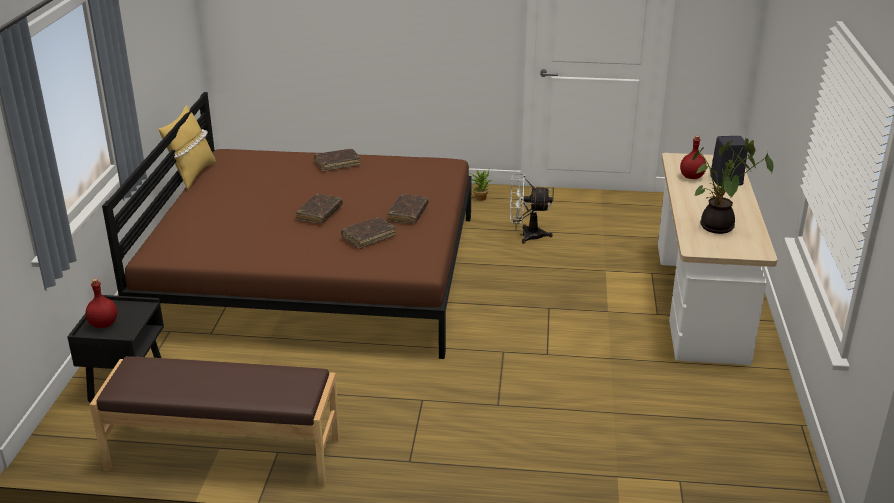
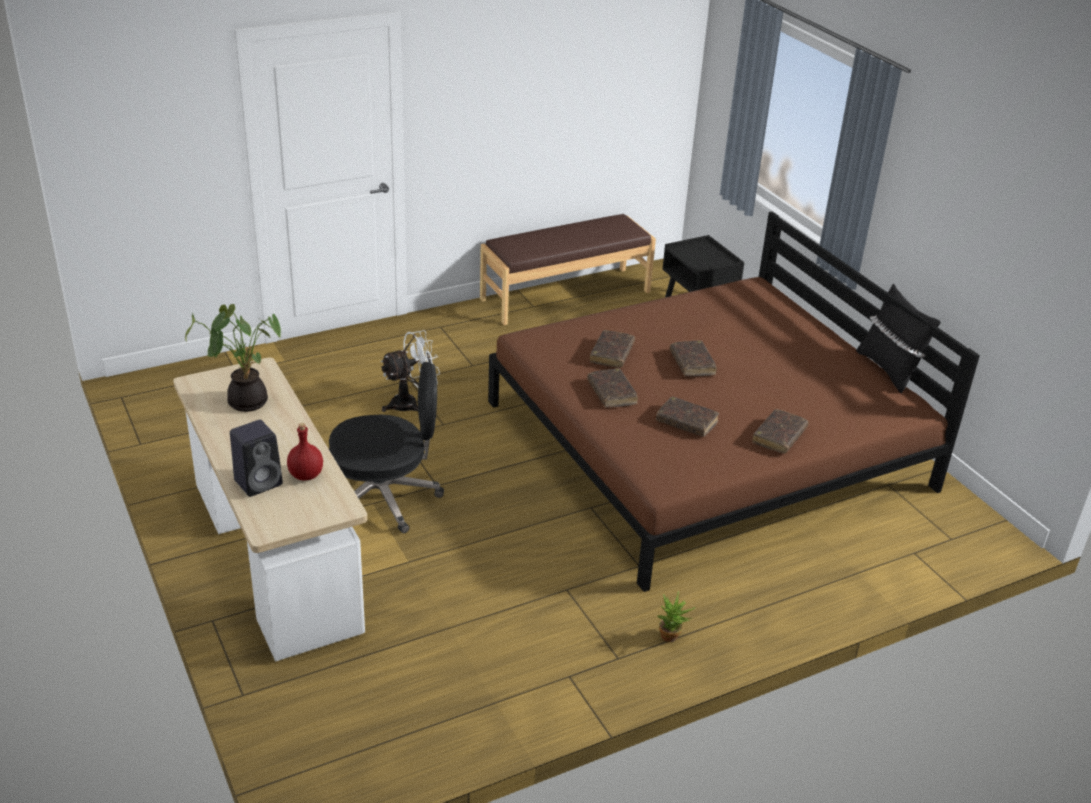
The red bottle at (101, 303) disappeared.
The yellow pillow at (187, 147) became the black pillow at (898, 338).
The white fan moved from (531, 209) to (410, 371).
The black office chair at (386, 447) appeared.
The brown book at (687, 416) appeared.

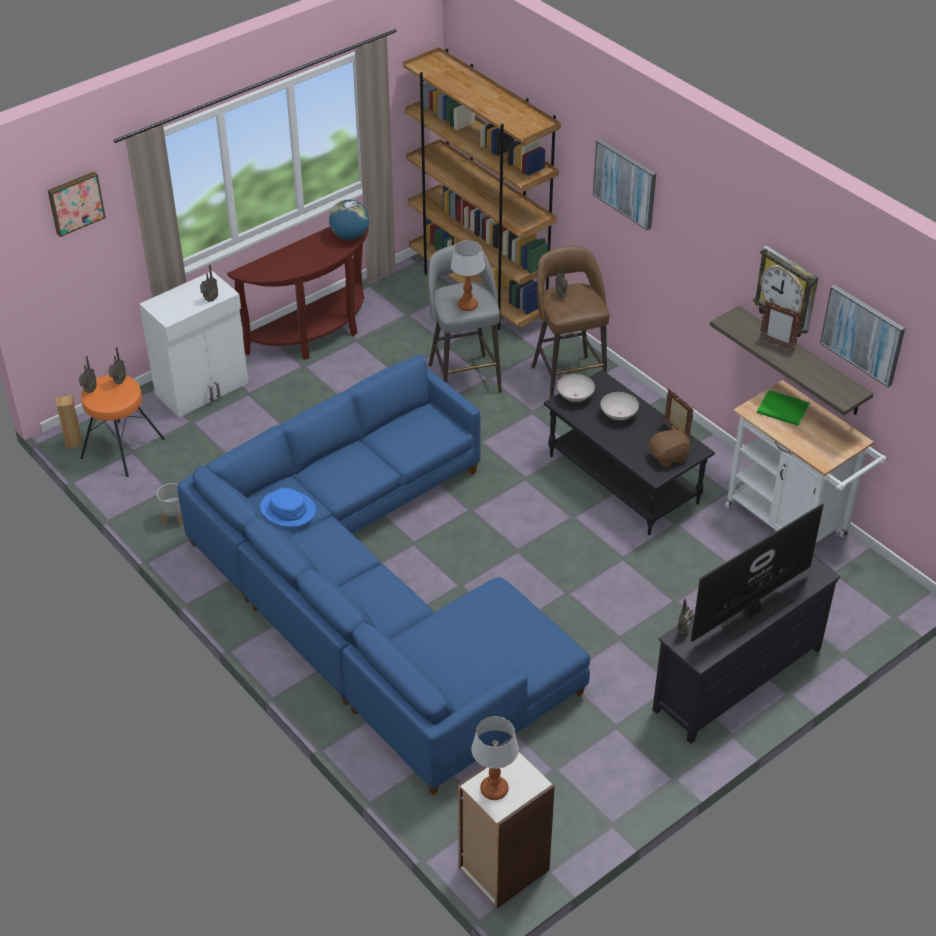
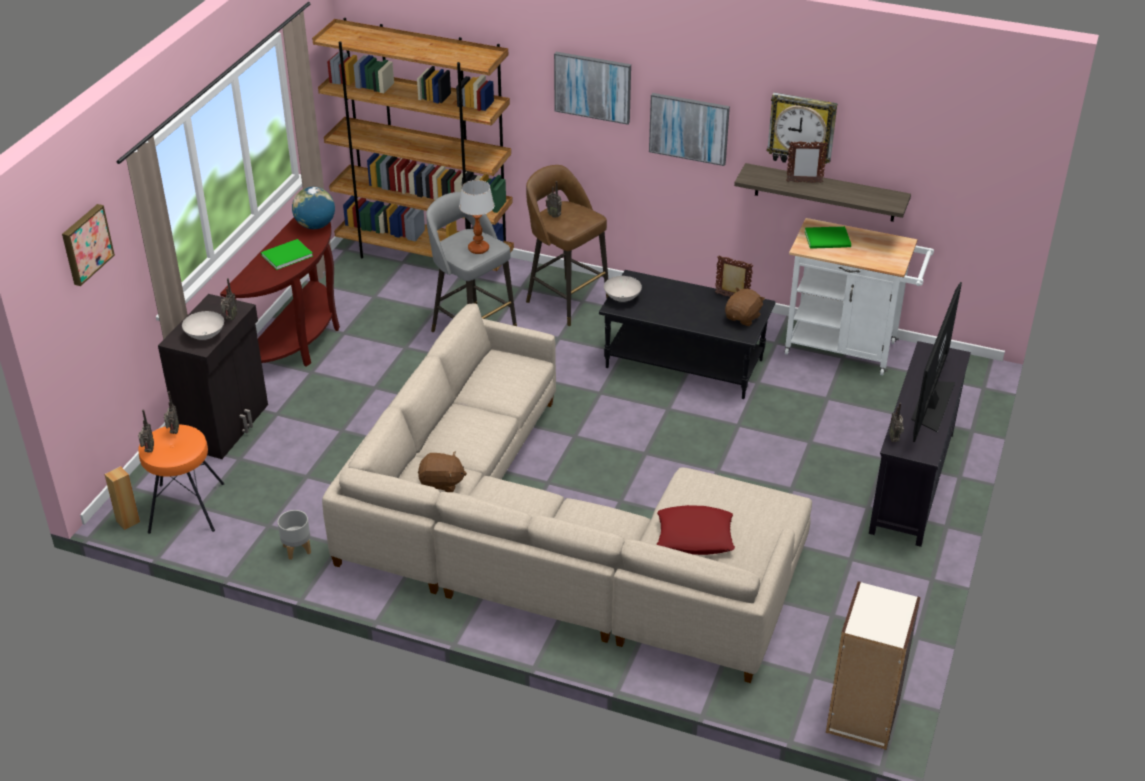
The white cabinet at (193, 344) became the black cabinet at (213, 376).
The blue sofa at (383, 575) became the beige sofa at (567, 493).
The blue hat at (288, 507) was replaced by the brown plush toy at (442, 471).
The table lamp at (495, 758) disappeared.
The white bowl moved from (619, 406) to (203, 325).
The picture moved from (862, 336) to (689, 129).
The green book at (287, 254) appeared.
The red pillow at (695, 530) appeared.

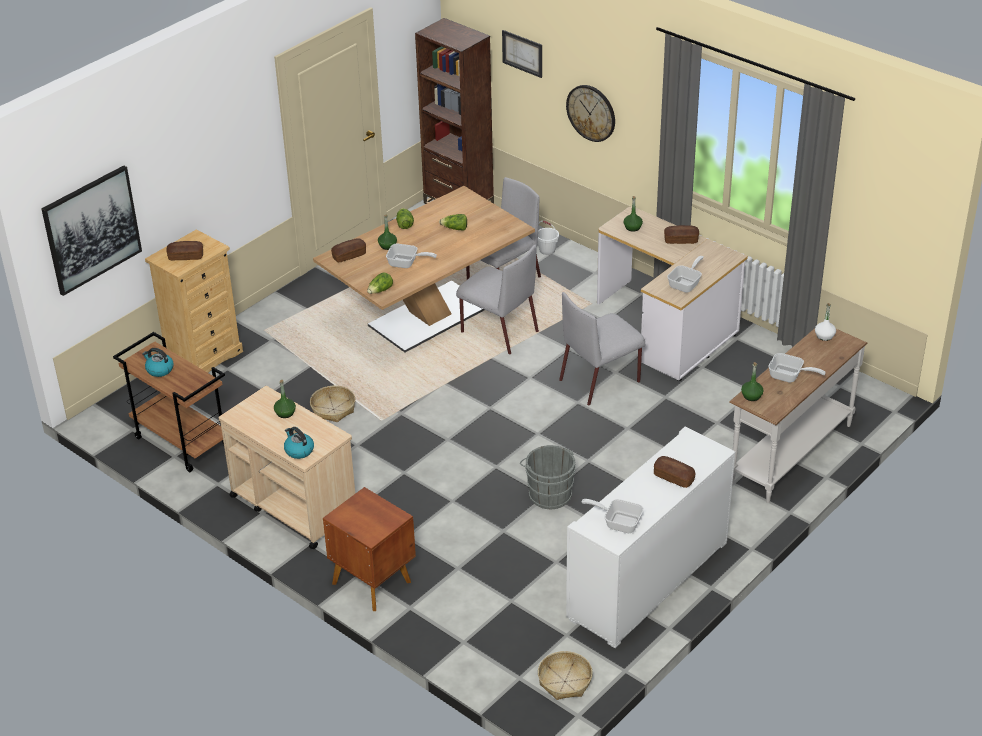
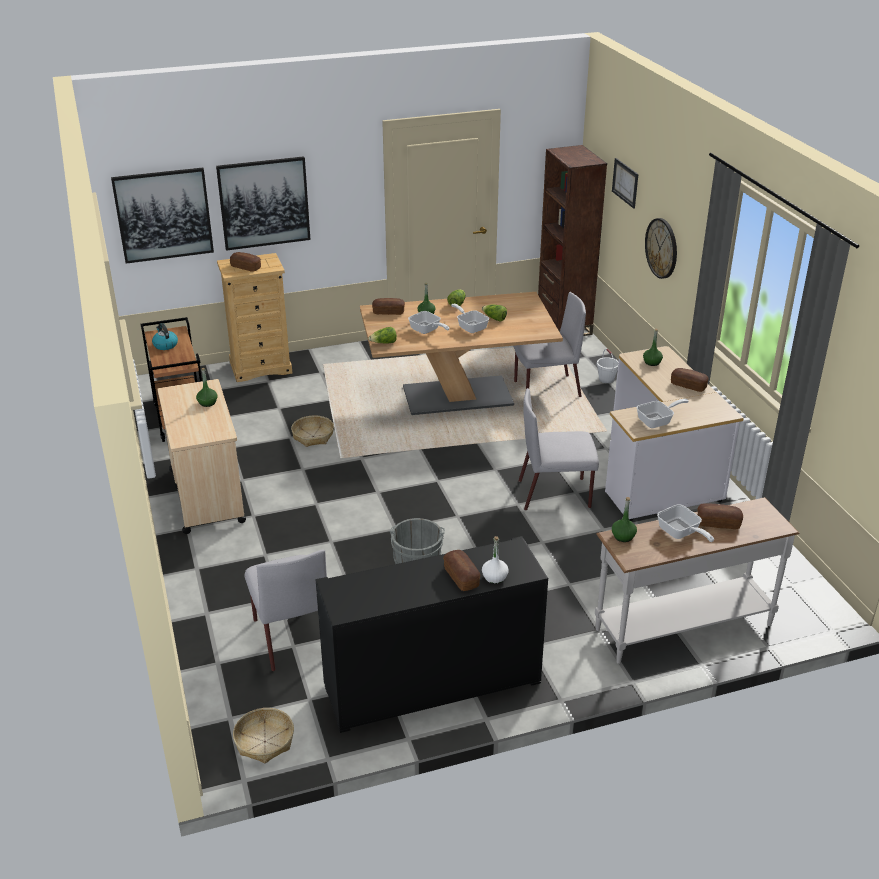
The kettle at (299, 443) disappeared.
The brown nightstand at (369, 549) disappeared.
The grey chair moved from (497, 300) to (285, 610).
The white cabinet at (650, 537) became the black cabinet at (431, 634).
The frying pan moved from (612, 516) to (470, 318).
The white bottle moved from (825, 322) to (495, 560).
The picture at (263, 203) appeared.
The bread at (720, 516) appeared.

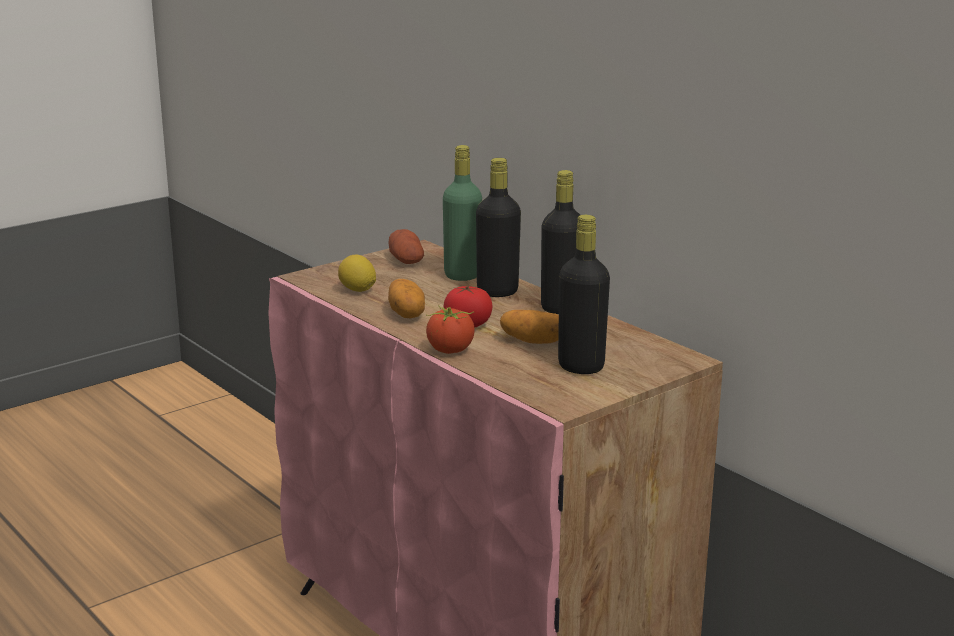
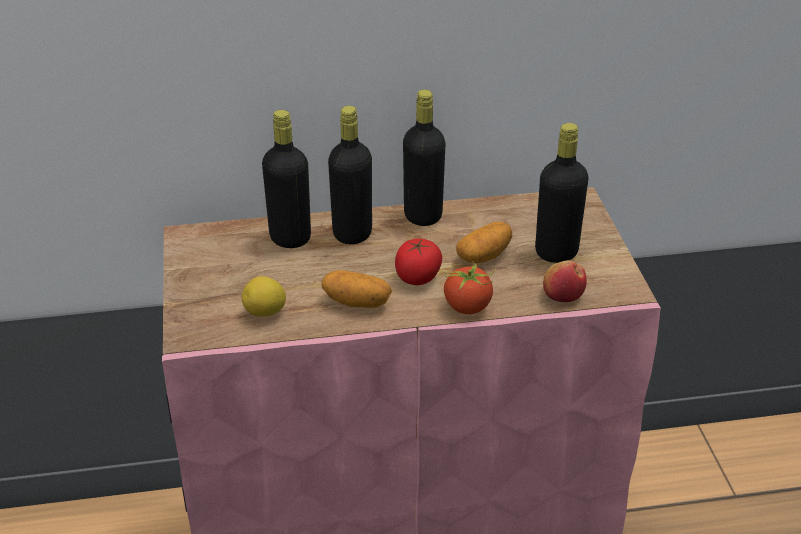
The potato at (406, 246) disappeared.
The green bottle at (462, 213) became the black bottle at (286, 179).
The apple at (565, 281) appeared.

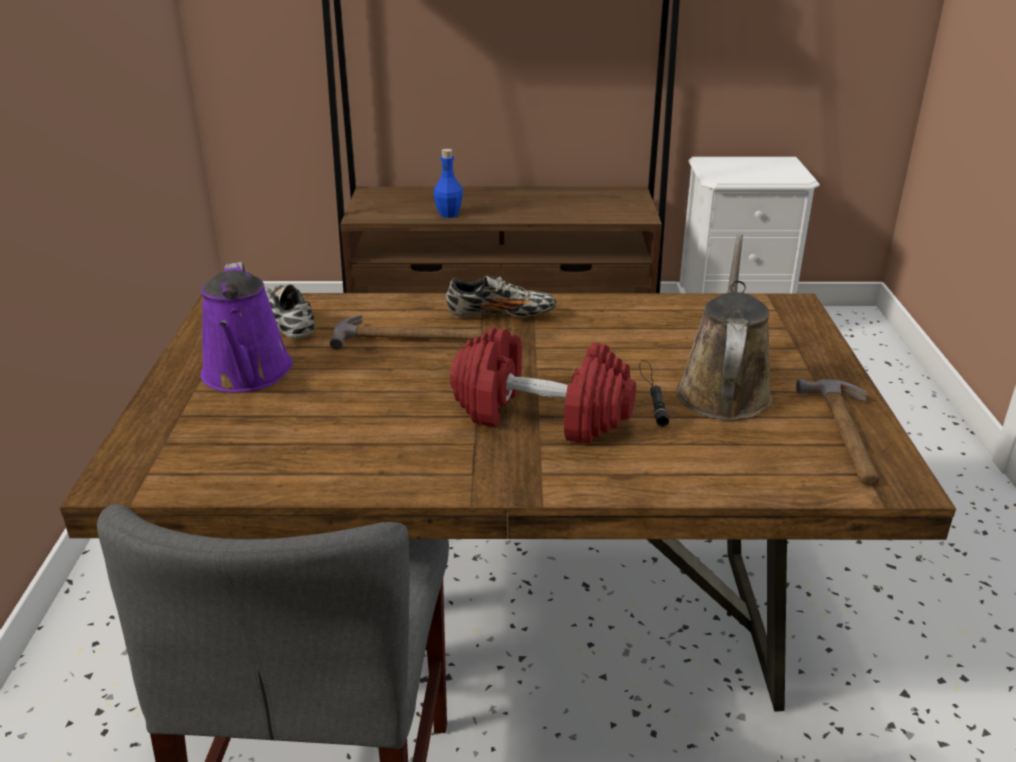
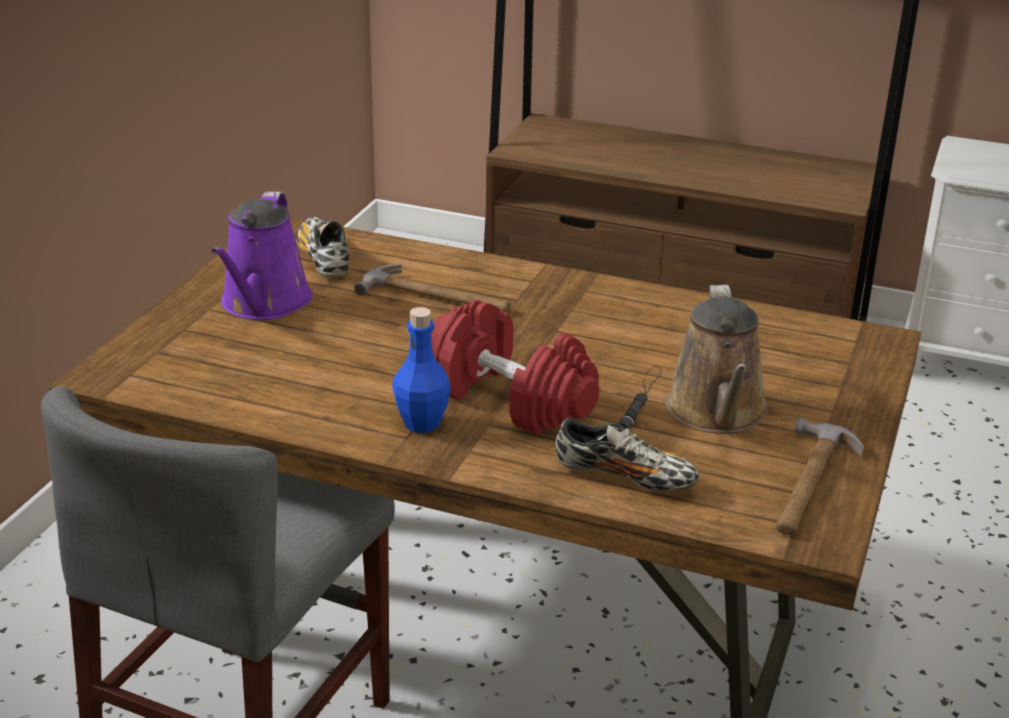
The blue bottle moved from (448, 183) to (421, 370).
The shoe moved from (501, 296) to (627, 454).
The brown watering can at (724, 327) turned 150 degrees clockwise.

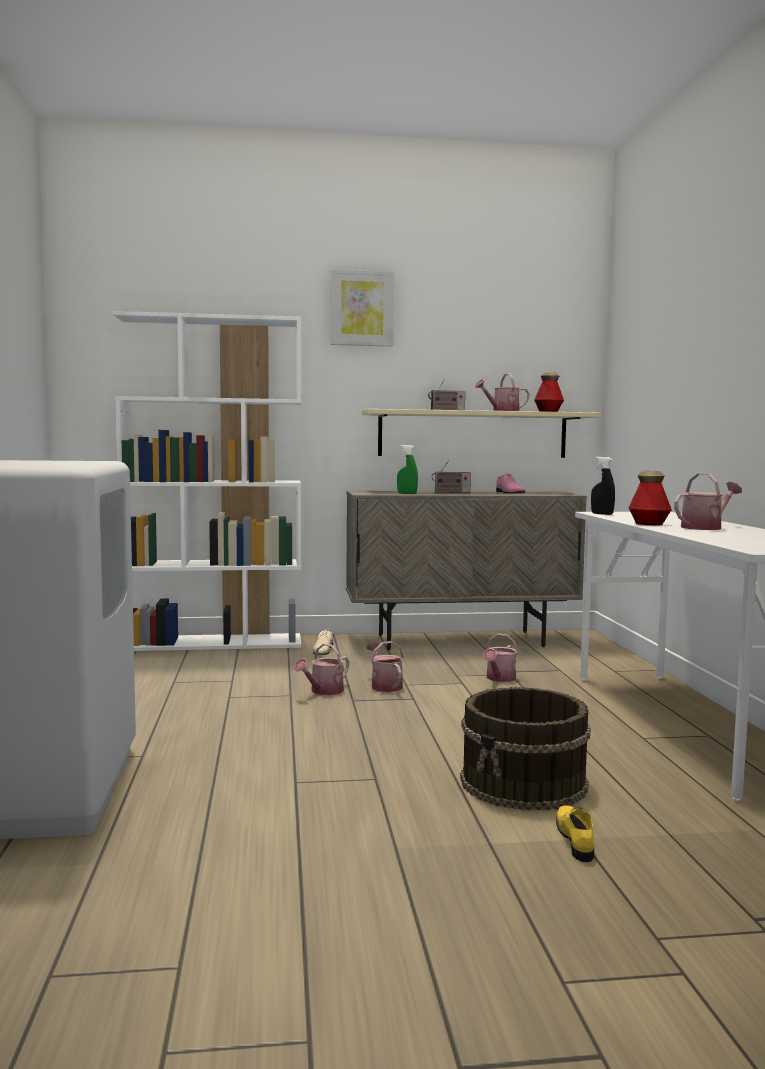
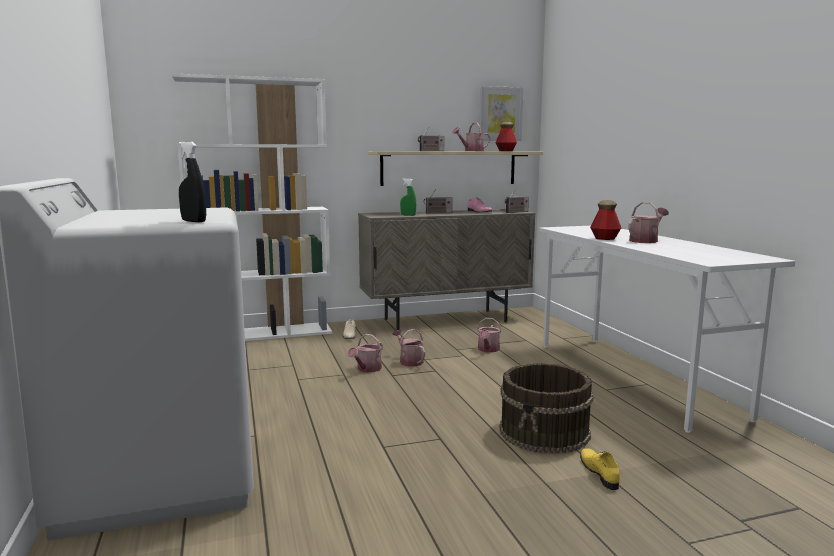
The picture moved from (362, 307) to (501, 113).
The black spray bottle moved from (603, 485) to (192, 182).
The radio at (517, 201) appeared.

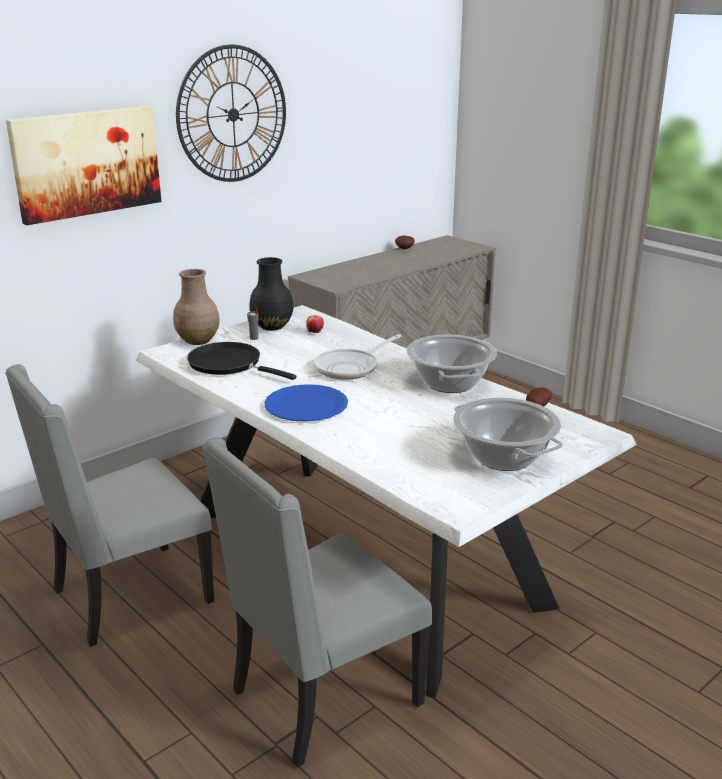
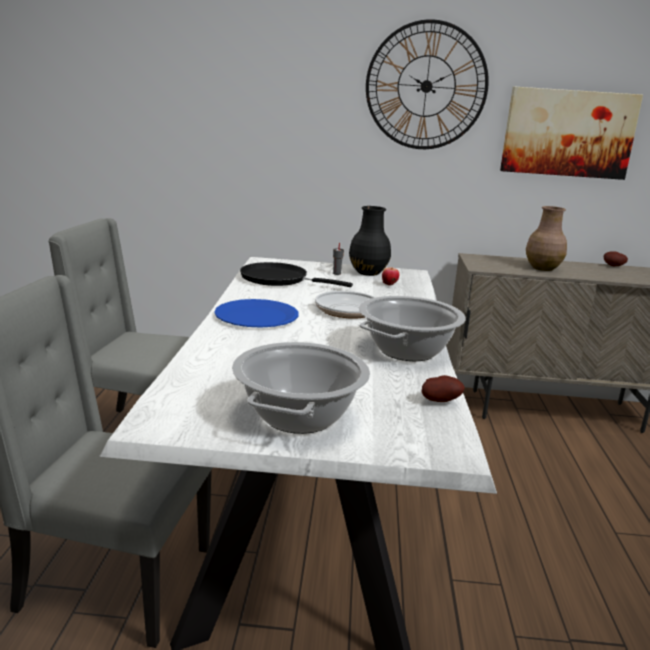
The picture moved from (83, 165) to (571, 133).
The brown vase moved from (196, 307) to (546, 238).
The black frying pan at (242, 361) turned 60 degrees counterclockwise.

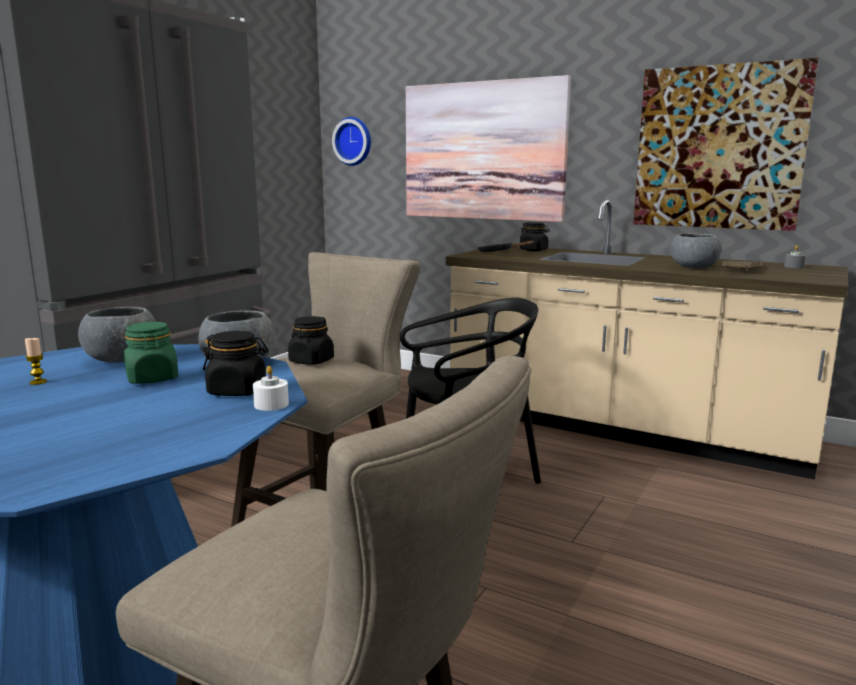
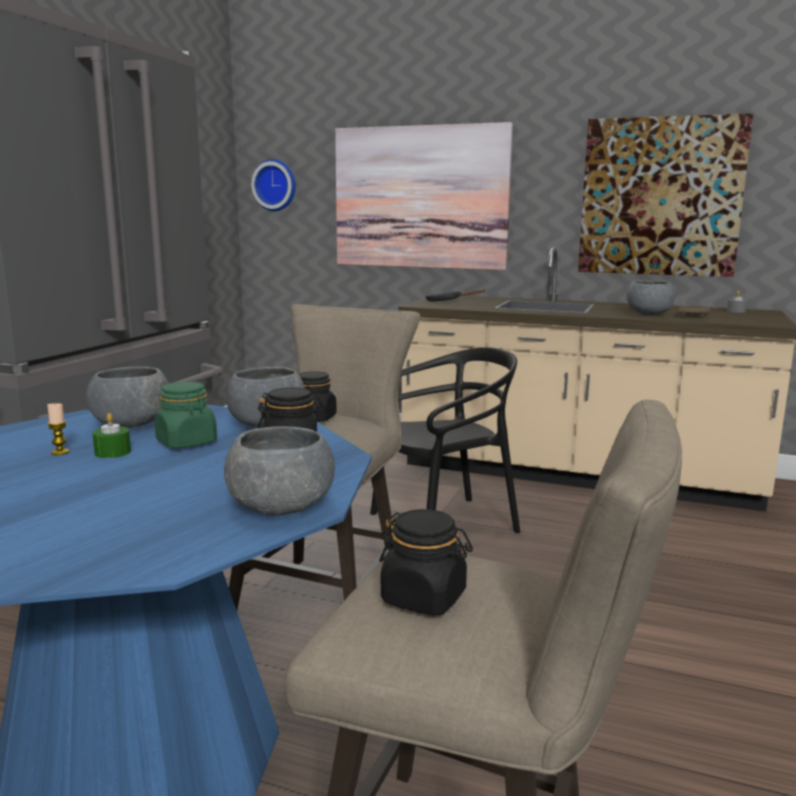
The white candle at (271, 388) disappeared.
The black jar moved from (535, 236) to (426, 562).
The green candle at (112, 435) appeared.
The grey bowl at (279, 470) appeared.

